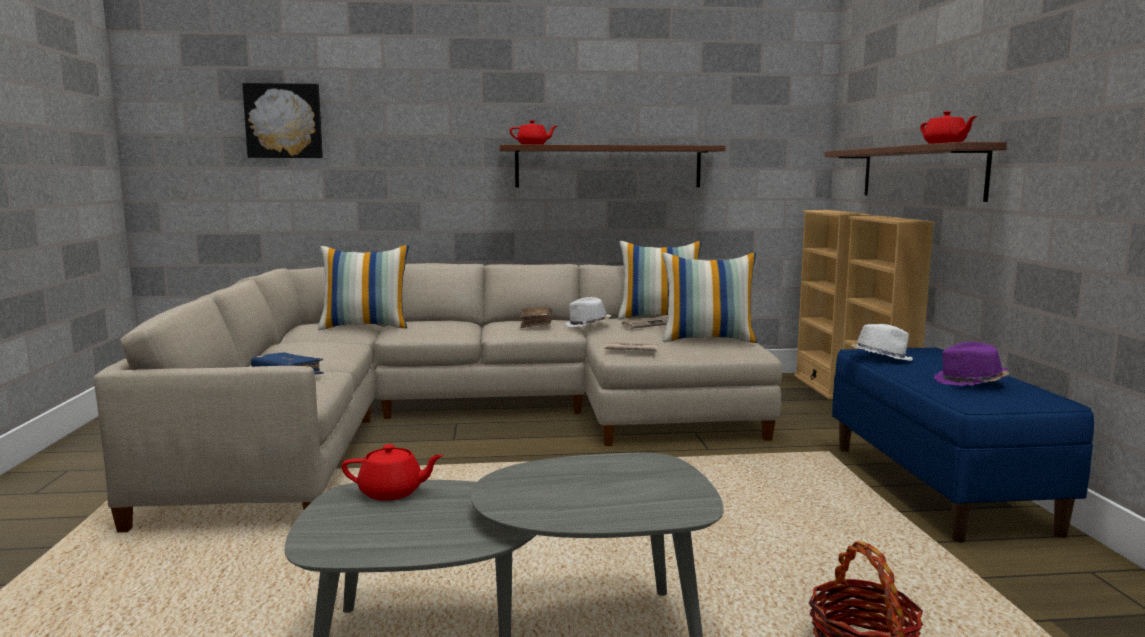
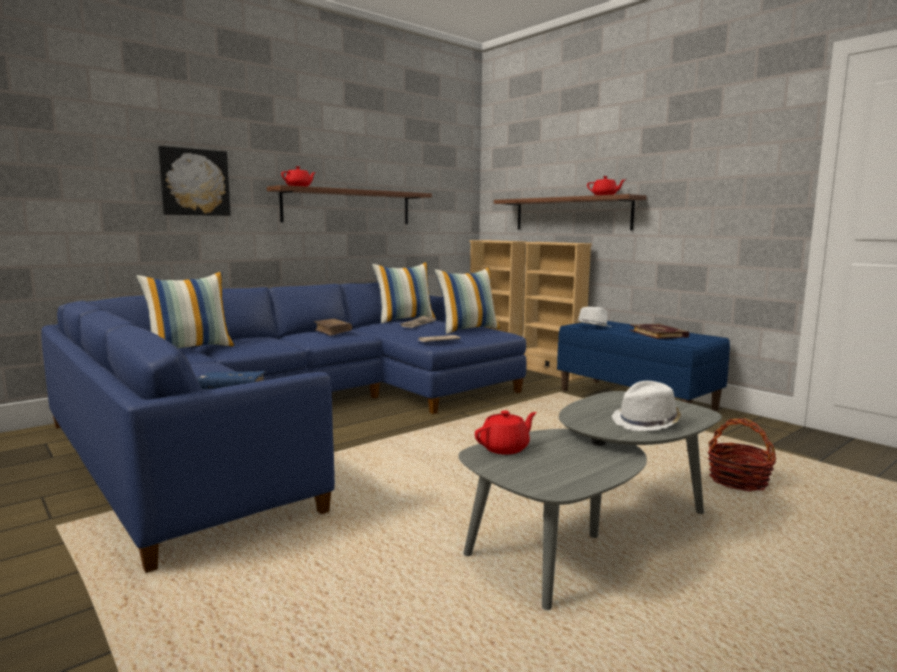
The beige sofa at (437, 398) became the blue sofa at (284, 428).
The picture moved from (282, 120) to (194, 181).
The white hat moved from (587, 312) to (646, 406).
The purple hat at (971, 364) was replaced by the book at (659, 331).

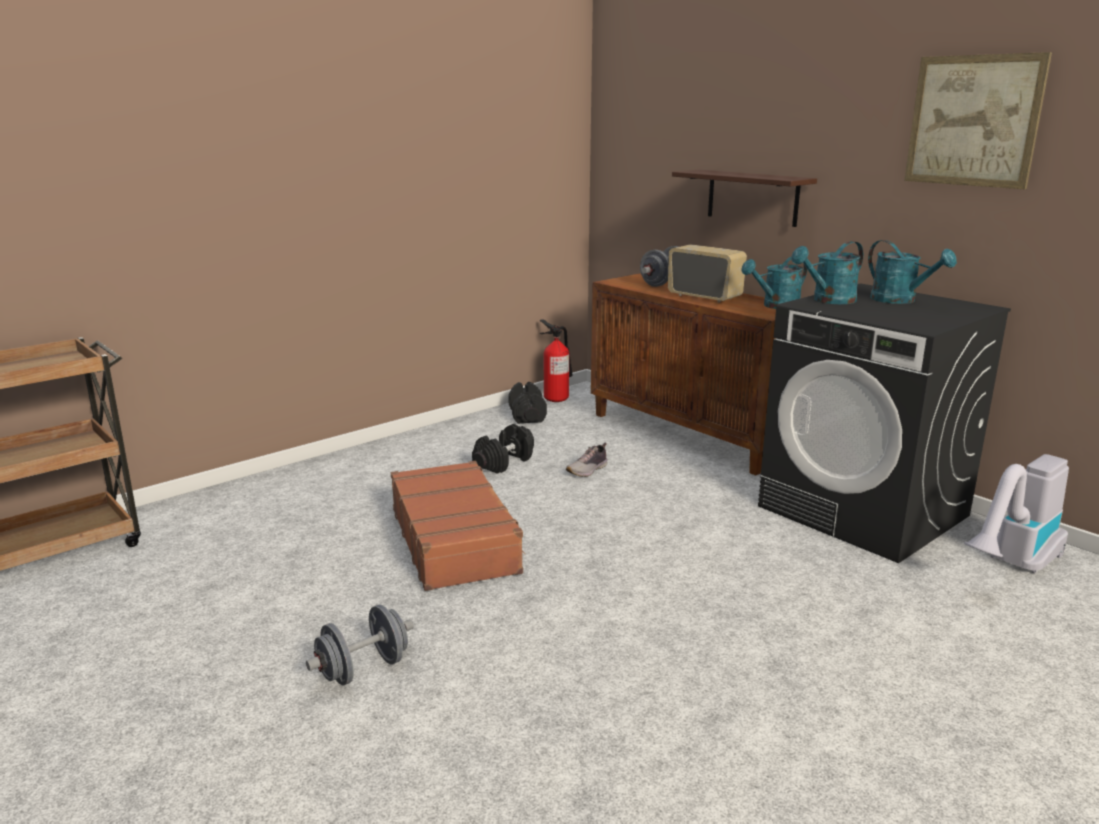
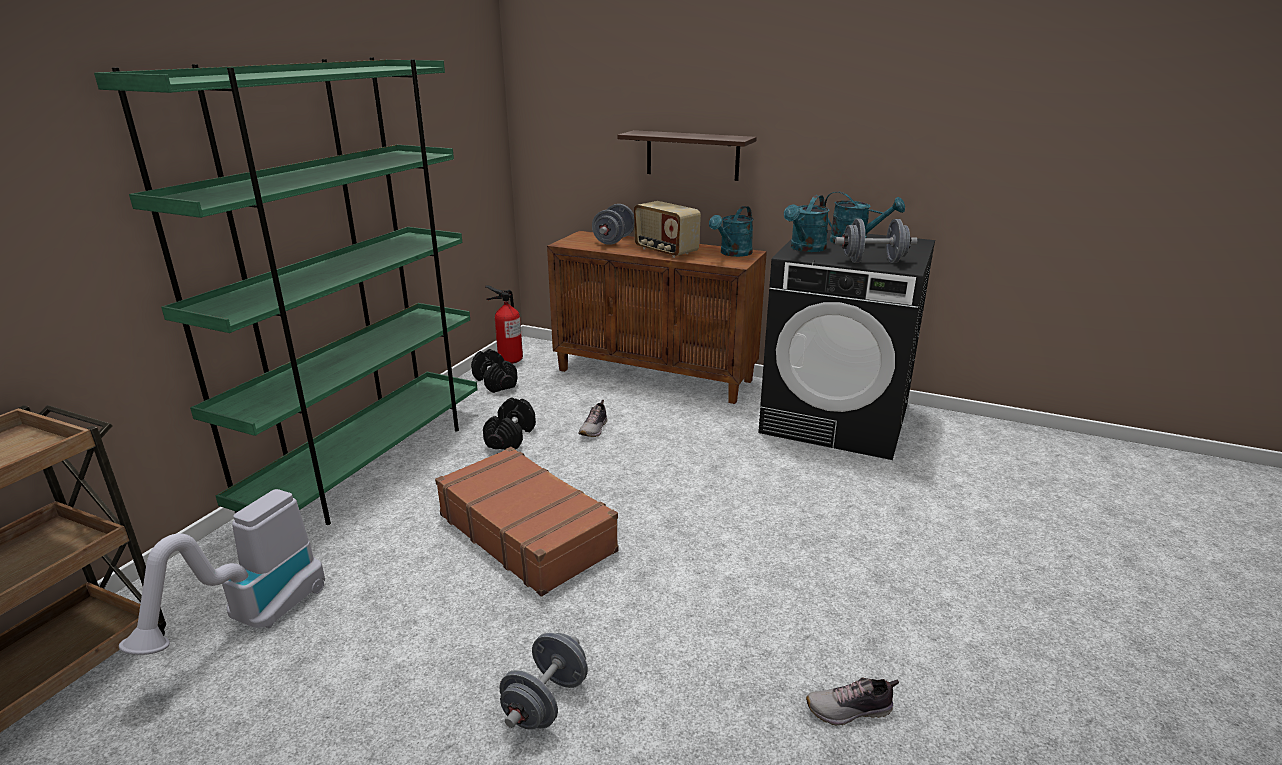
The radio at (707, 273) turned 150 degrees counterclockwise.
The picture at (978, 120) disappeared.
The vacuum cleaner moved from (1016, 514) to (222, 572).
The green bookcase at (286, 291) appeared.
The shoe at (852, 701) appeared.
The grey dumbbell at (876, 241) appeared.

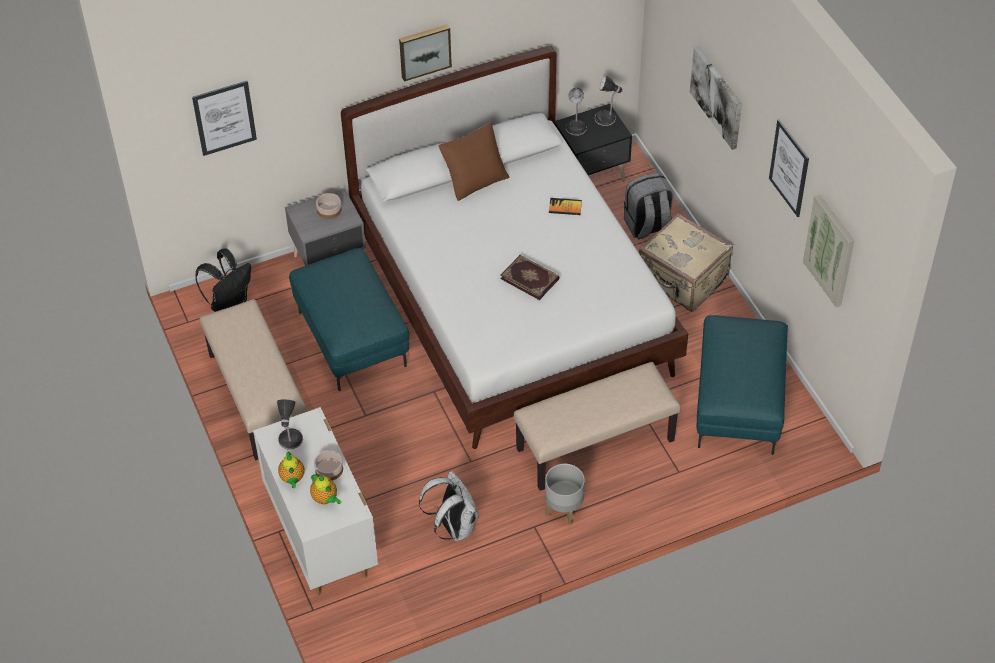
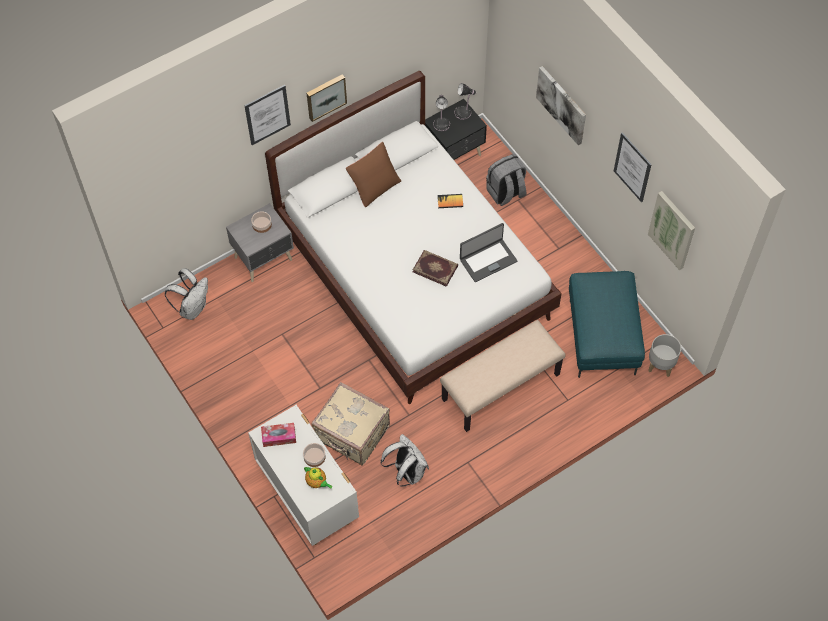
The picture moved from (224, 118) to (267, 115).
The black backpack at (223, 280) became the white backpack at (186, 294).
The beige bench at (252, 379) disappeared.
The table lamp at (290, 424) was replaced by the tissue box at (278, 435).
The teapot at (291, 469) disappeared.
The turquoise ottoman at (349, 319) disappeared.
The grey planter moved from (565, 494) to (664, 355).
The beige suitcase moved from (686, 263) to (351, 424).
The laptop at (488, 252) appeared.

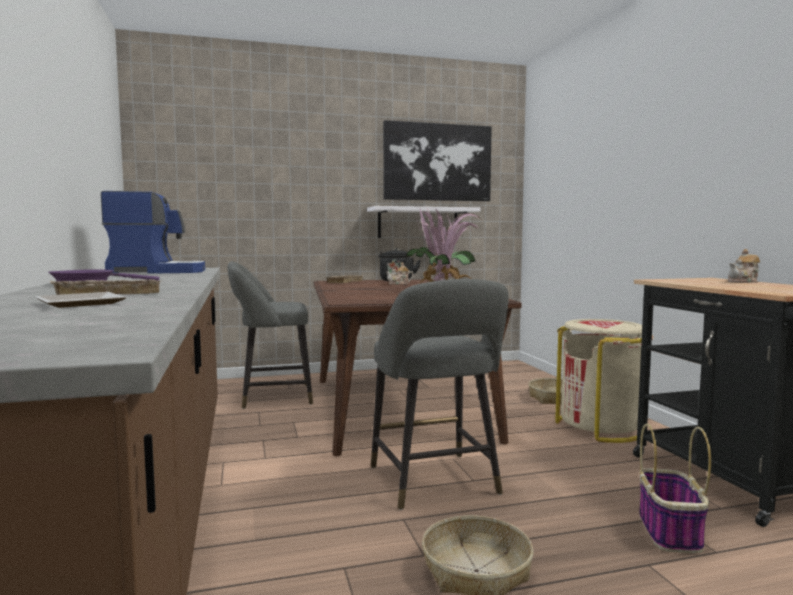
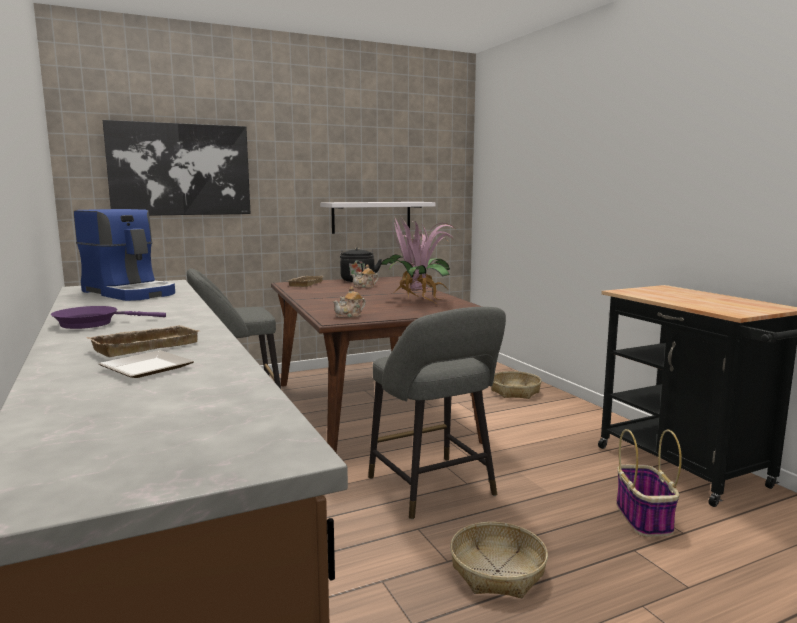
The coffee machine at (153, 232) turned 60 degrees clockwise.
The picture moved from (437, 160) to (177, 168).
The beige trash can at (604, 381) disappeared.
The teapot moved from (744, 266) to (349, 302).

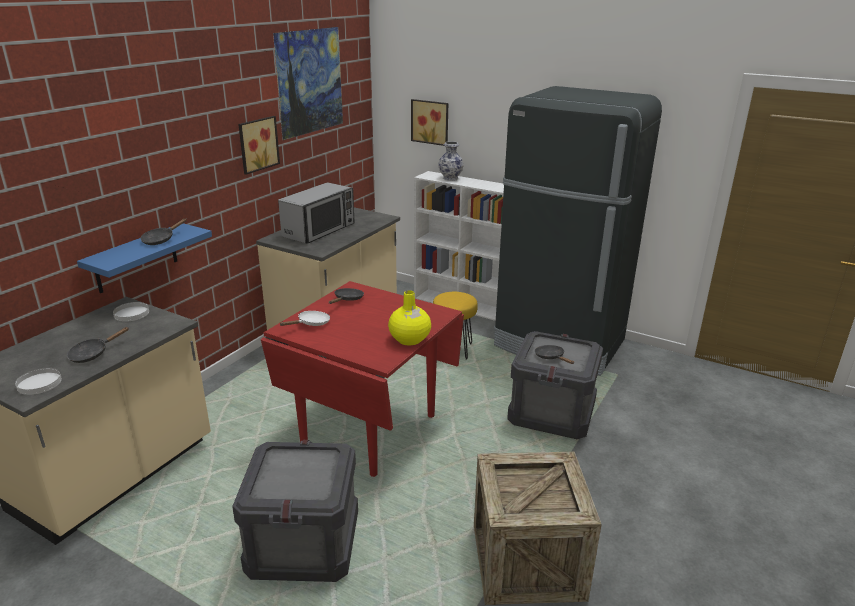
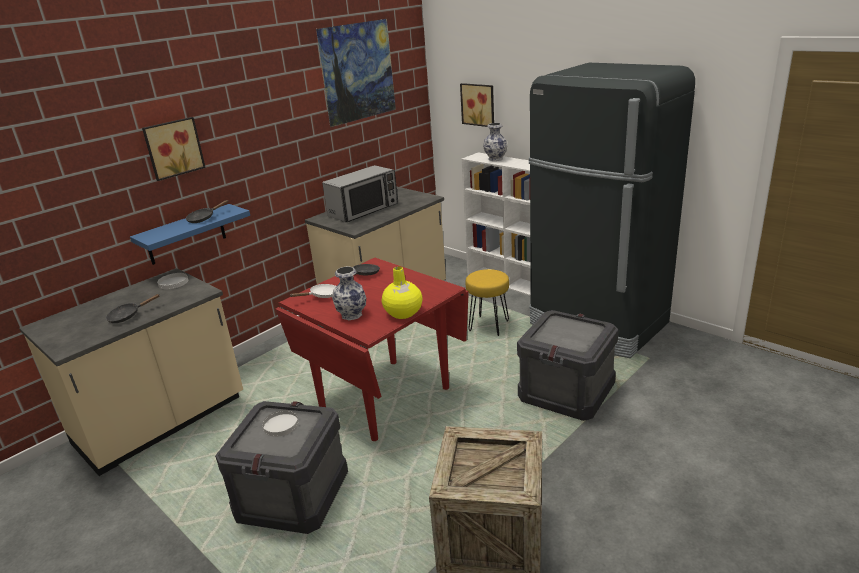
The white plate moved from (38, 381) to (280, 423).
The picture moved from (259, 145) to (174, 149).
The black frying pan at (554, 354) disappeared.
The vase at (349, 293) appeared.

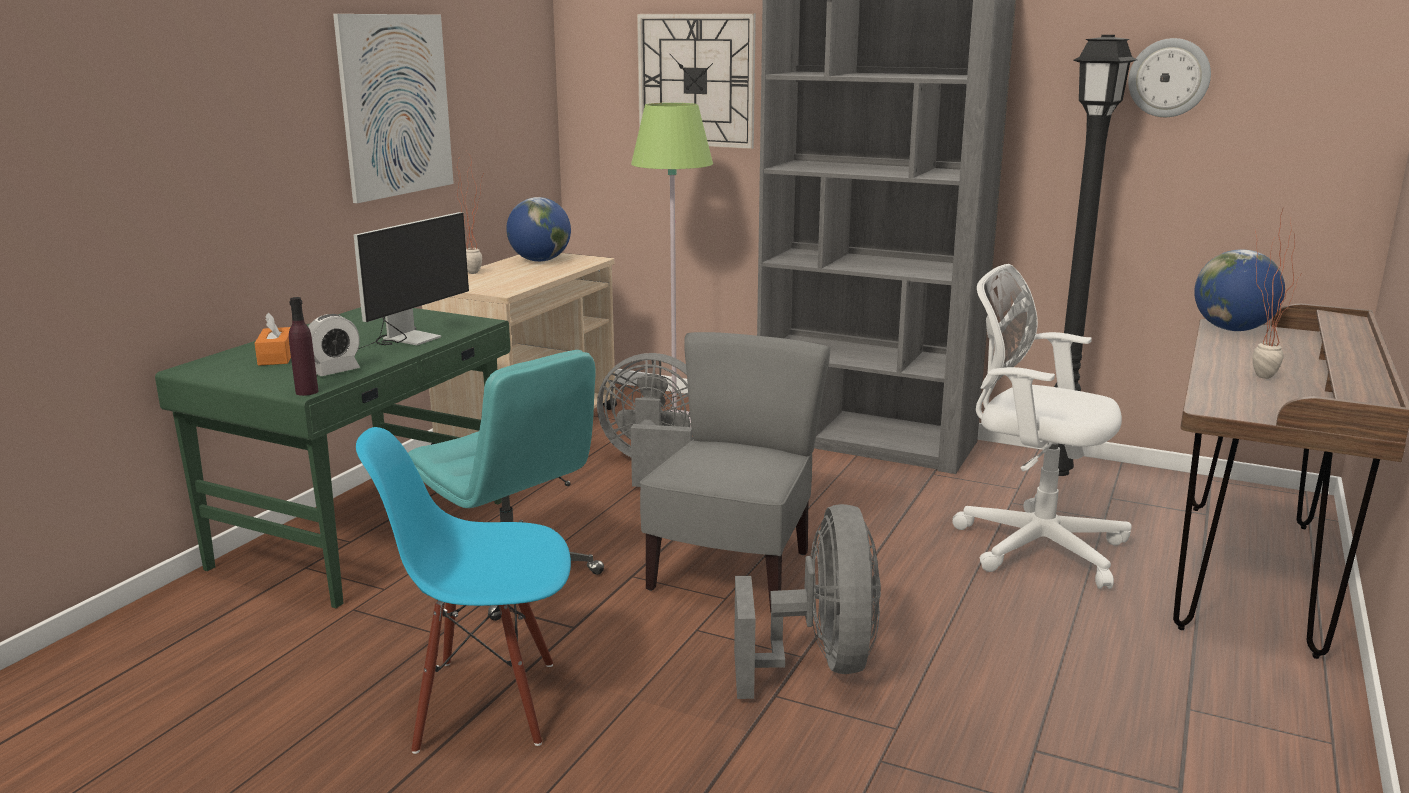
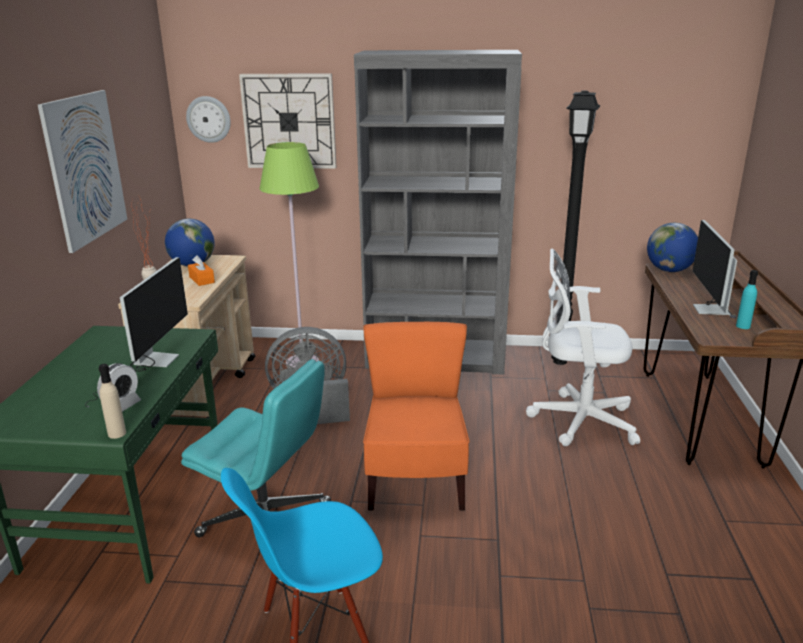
The orange tissue box moved from (273, 339) to (201, 270).
The purple bottle at (303, 346) became the beige bottle at (112, 401).
The grey chair at (735, 472) became the orange chair at (416, 416).
The grey fan at (807, 601) disappeared.
The wall clock moved from (1169, 77) to (208, 119).
The potted plant at (1276, 294) was replaced by the monitor at (715, 269).
The turquoise bottle at (747, 299) appeared.

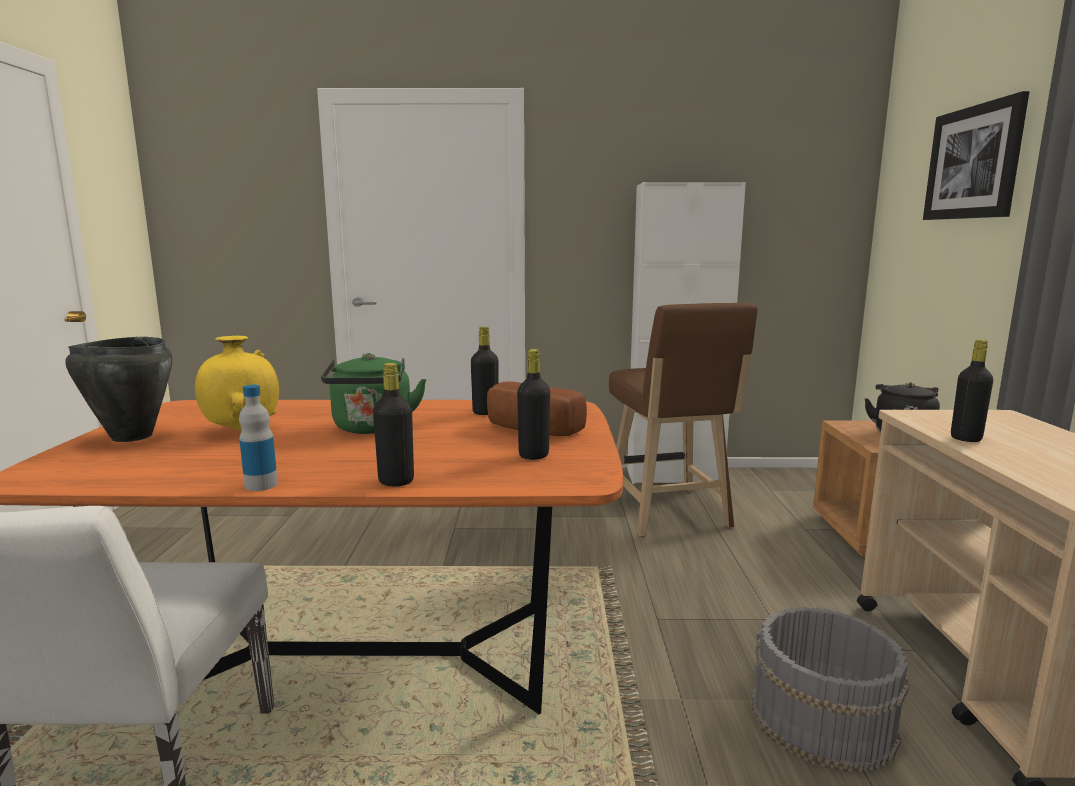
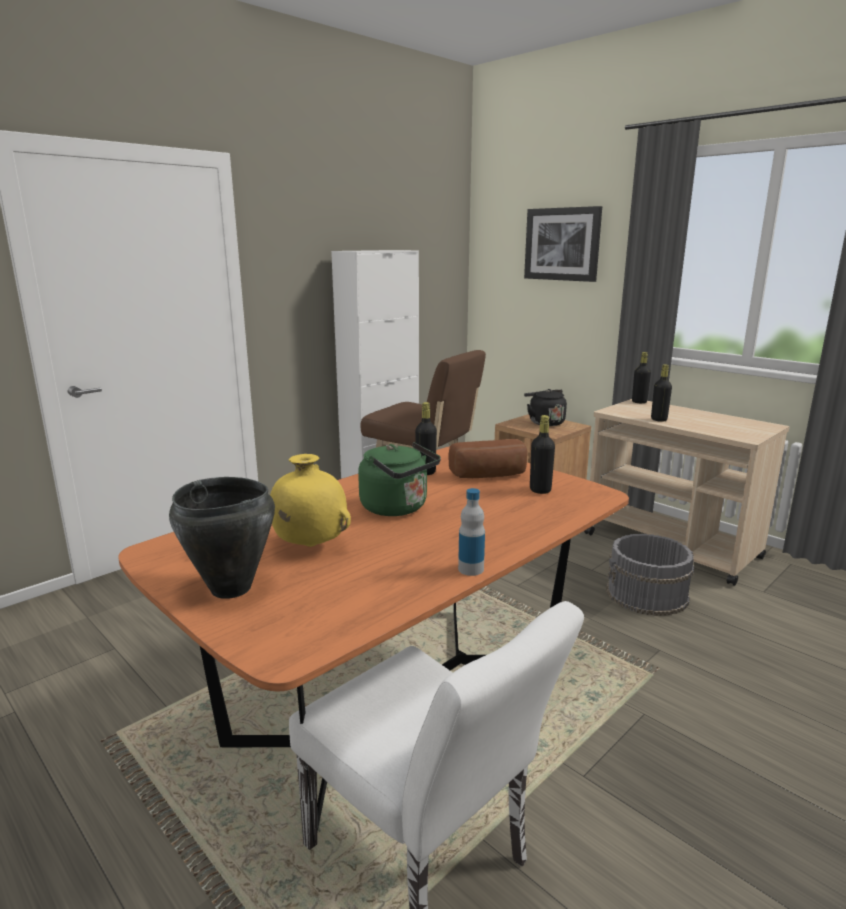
The black bottle moved from (393, 424) to (641, 377).

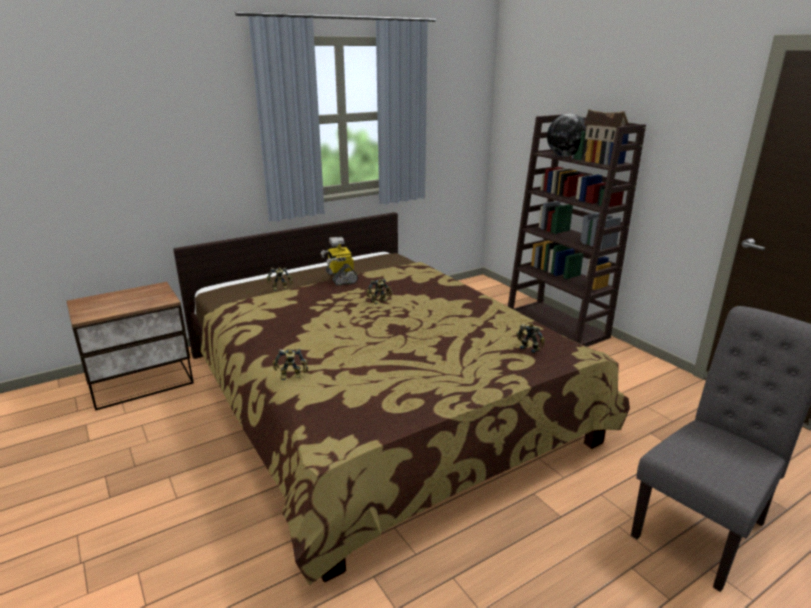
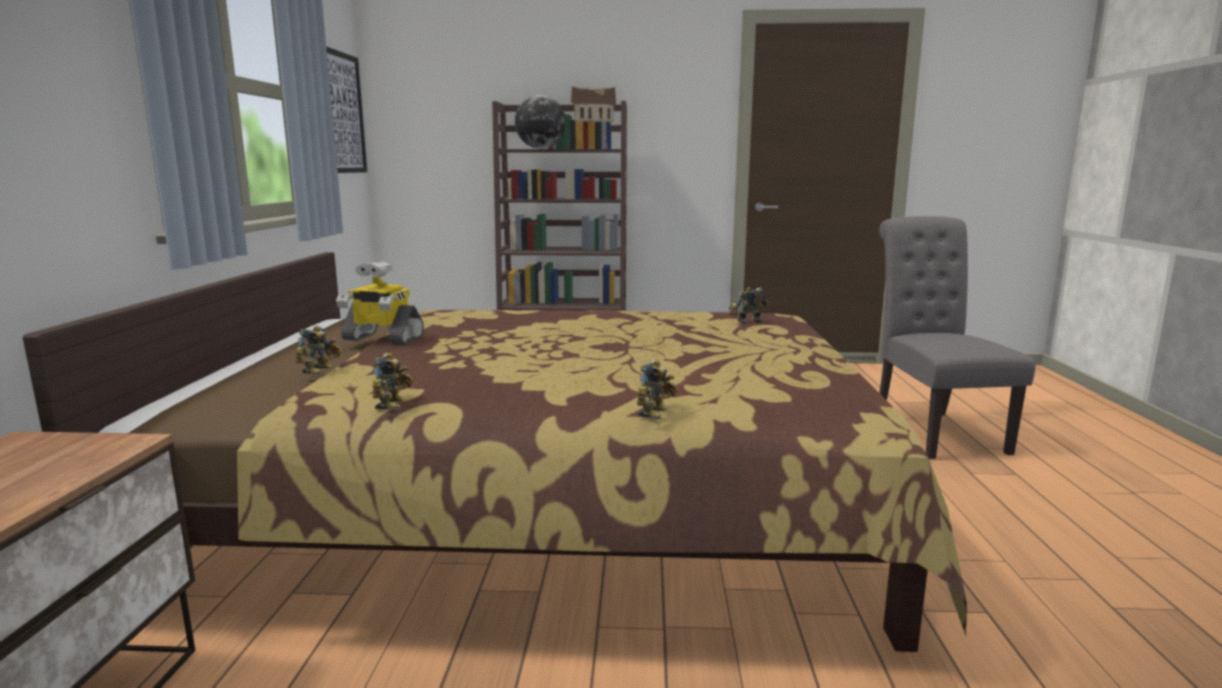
The toy robot moved from (379, 291) to (392, 381).
The picture at (346, 109) appeared.

